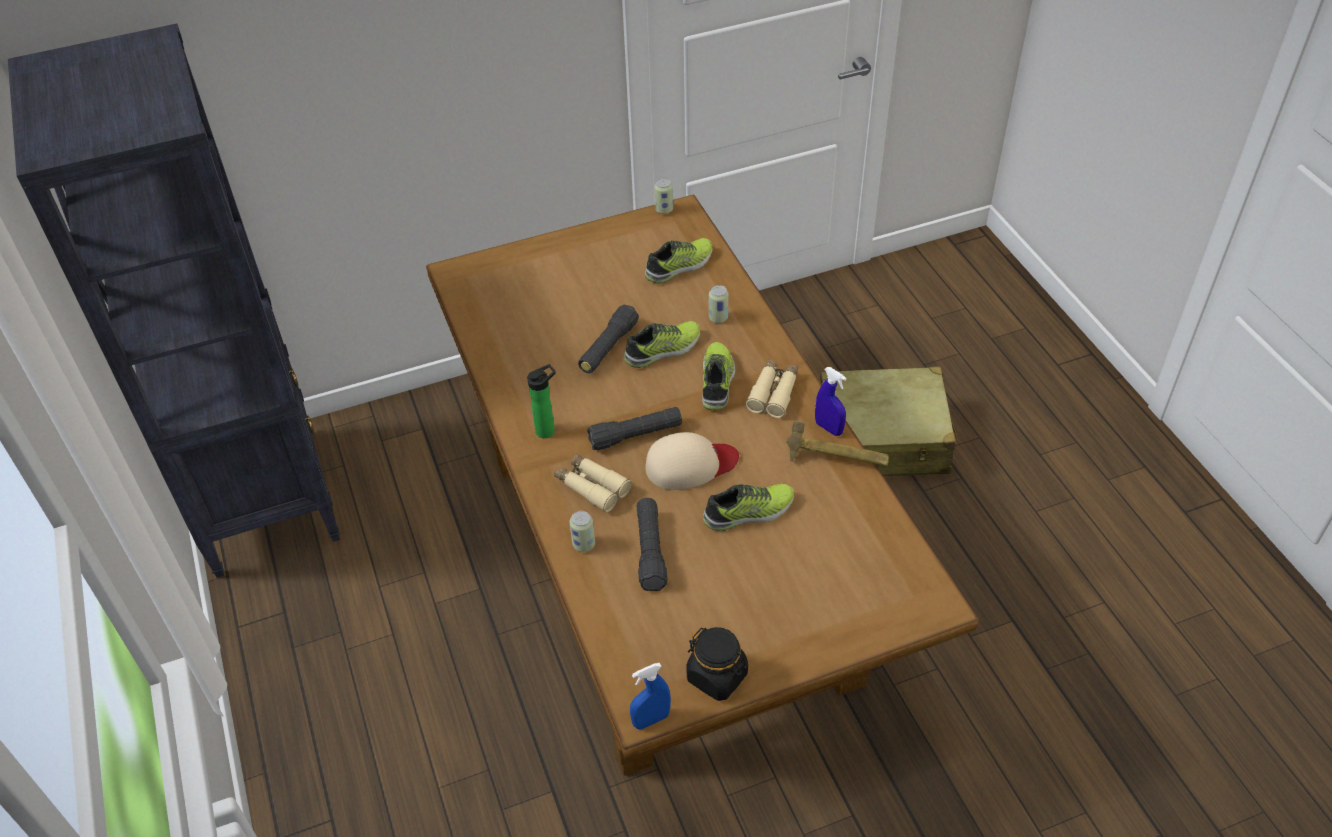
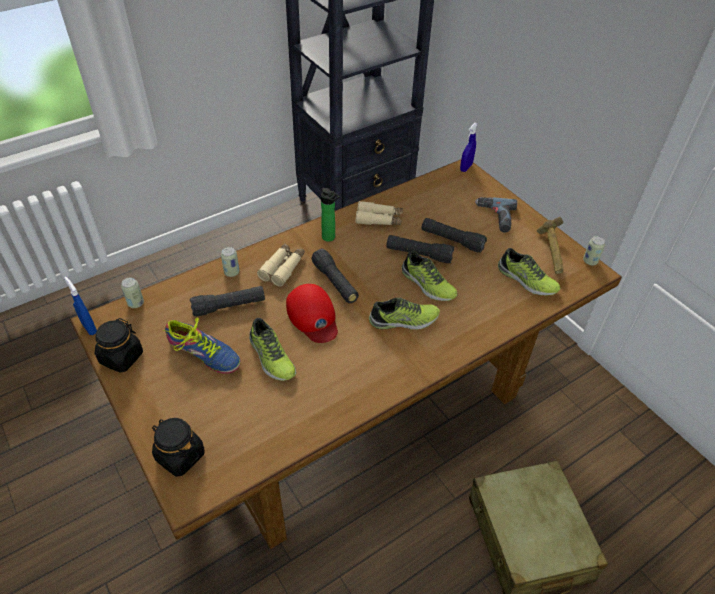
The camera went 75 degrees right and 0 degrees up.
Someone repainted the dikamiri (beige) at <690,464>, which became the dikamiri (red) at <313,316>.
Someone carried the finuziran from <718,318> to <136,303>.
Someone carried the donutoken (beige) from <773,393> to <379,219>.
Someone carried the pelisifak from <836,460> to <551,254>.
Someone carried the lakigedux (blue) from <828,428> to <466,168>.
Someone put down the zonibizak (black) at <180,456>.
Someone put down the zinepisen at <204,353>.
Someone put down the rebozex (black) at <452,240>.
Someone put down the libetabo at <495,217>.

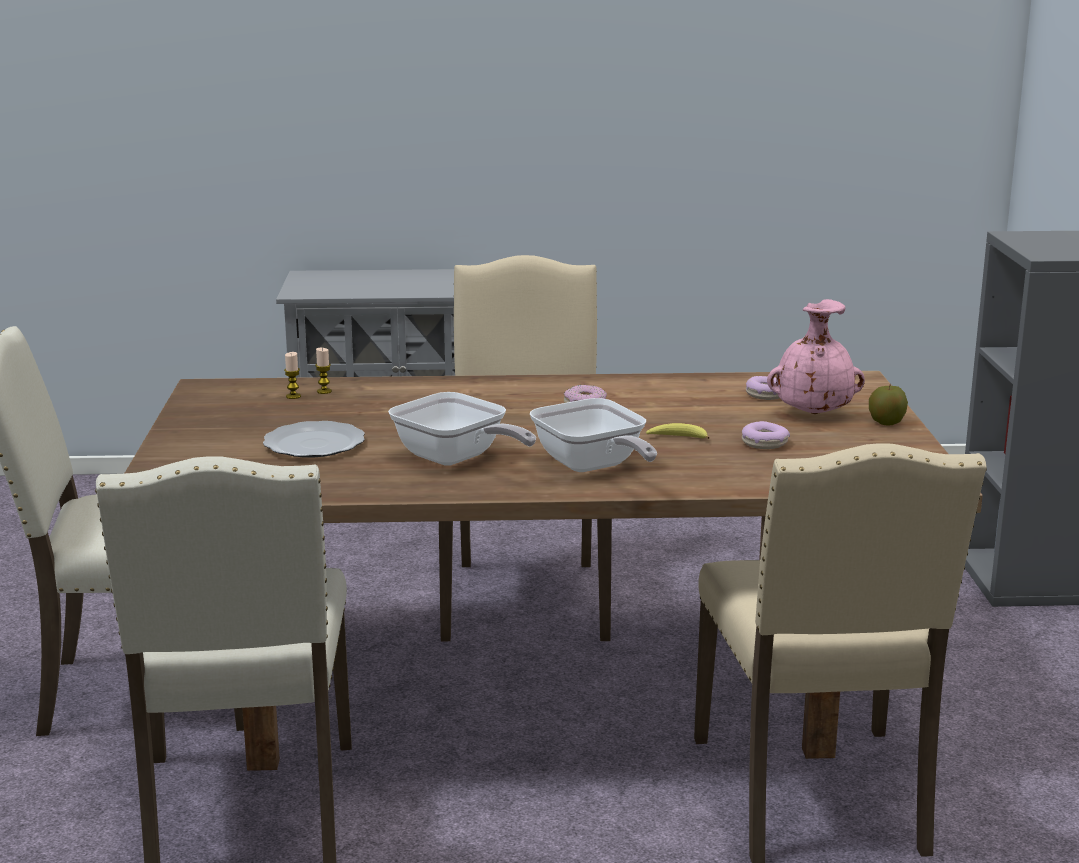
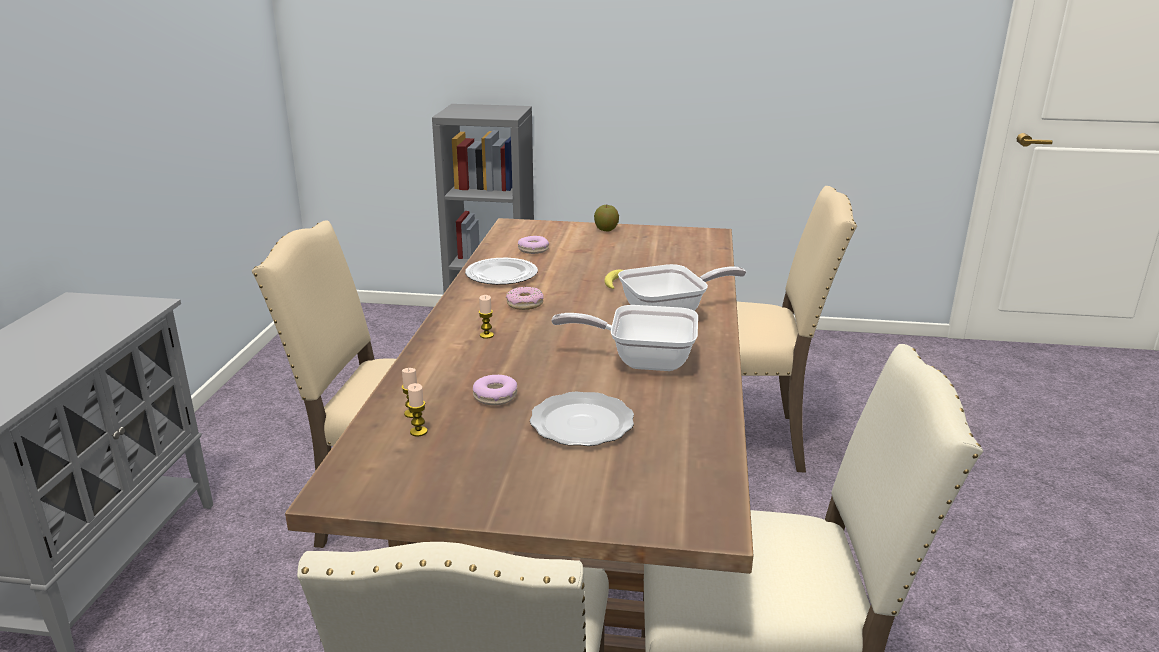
The camera went 80 degrees left and 5 degrees up.
Someone rotated the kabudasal at <456,459> by 135 degrees counterclockwise.
Someone carried the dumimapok from <764,443> to <495,396>.
Someone took away the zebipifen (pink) at <813,413>.
Someone put down the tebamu at <501,275>.
Someone put down the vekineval at <486,335>.

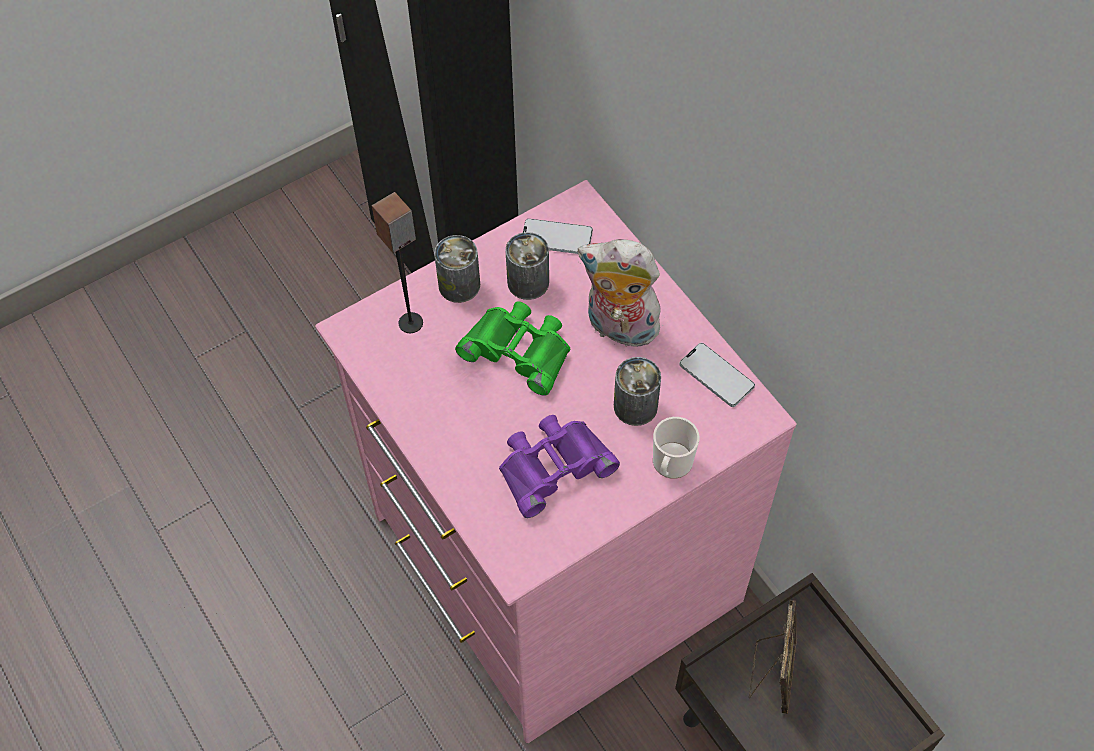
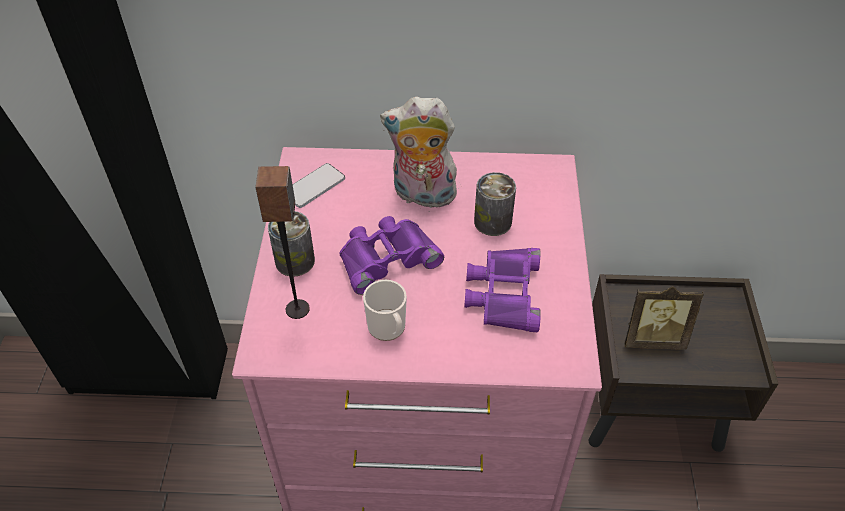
The camera went 55 degrees left and 10 degrees down.
Someone repainted the donutoken (green) at <519,349>, which became the donutoken (purple) at <386,258>.
Someone took away the finuziran at <528,282>.
Someone rotated the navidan at <619,328> by 45 degrees clockwise.
Someone carried the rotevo from <670,465> to <388,329>.
Someone took away the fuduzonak at <716,375>.
Someone rotated the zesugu at <771,673> by 135 degrees clockwise.

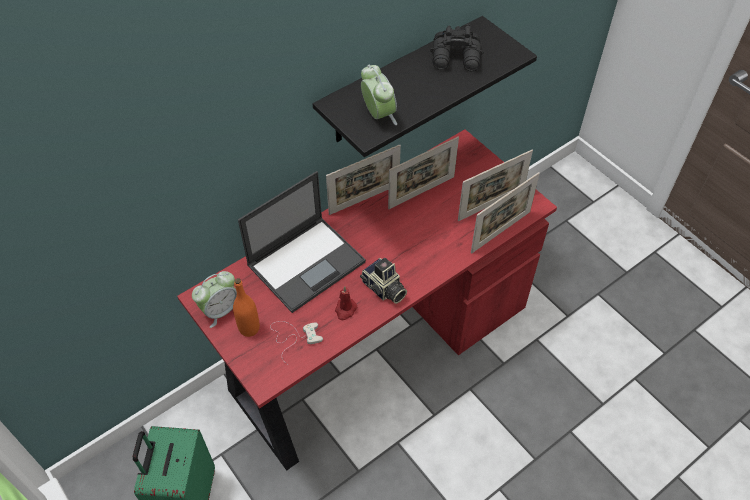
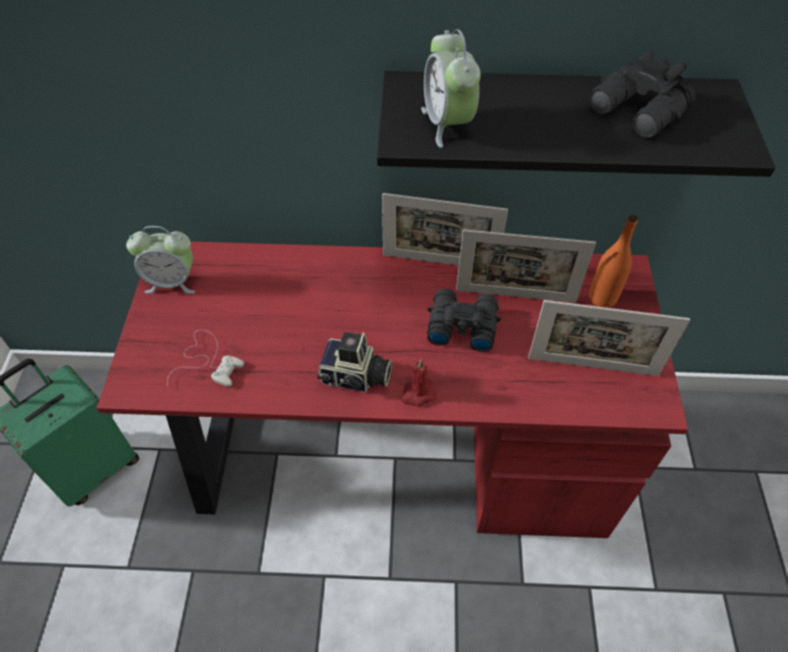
The camera went 40 degrees right and 0 degrees up.
Someone carried the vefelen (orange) from <249,328> to <602,298>.
Someone took away the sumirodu at <307,263>.
Someone carried the vekineval (red) from <345,310> to <418,393>.
Someone rotated the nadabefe at <383,289> by 75 degrees counterclockwise.
Someone rotated the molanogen at <378,115> by 150 degrees clockwise.
Someone took away the zesugu at <500,232>.
Someone put down the donutoken (black) at <460,325>.

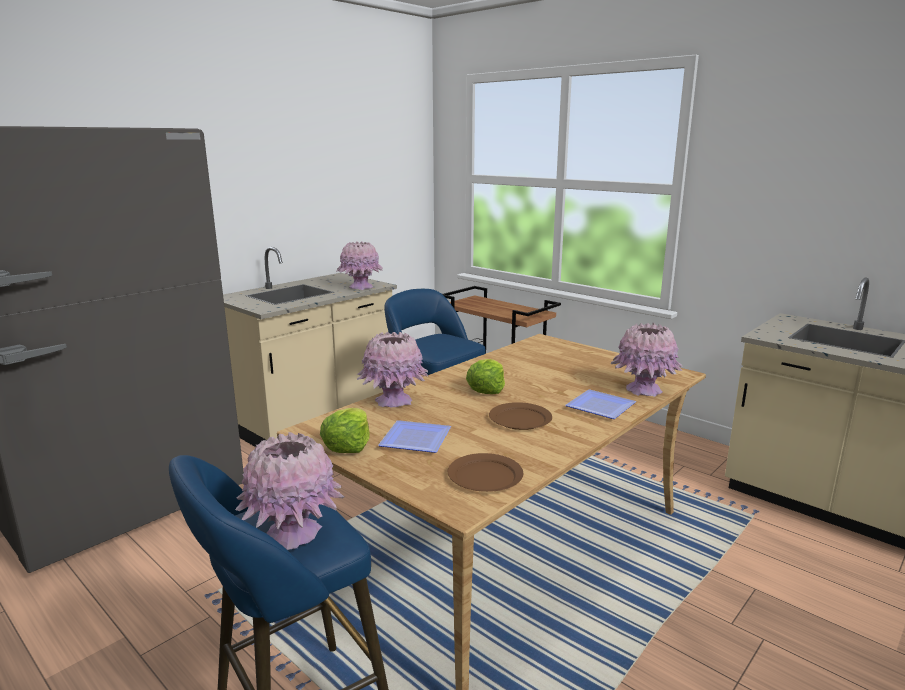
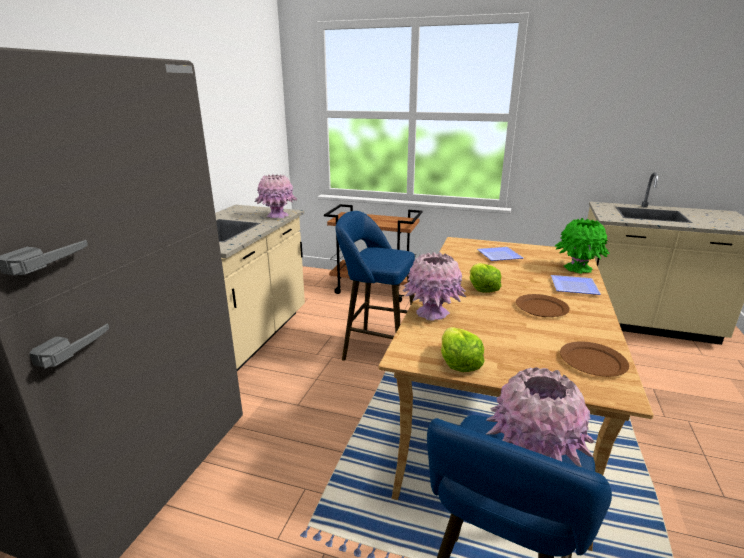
The camera went 25 degrees left and 5 degrees up.
Someone carried the tebamu from <418,439> to <500,255>.
Someone repainted the zebipifen (pink) at <643,390>, which became the zebipifen (green) at <577,268>.

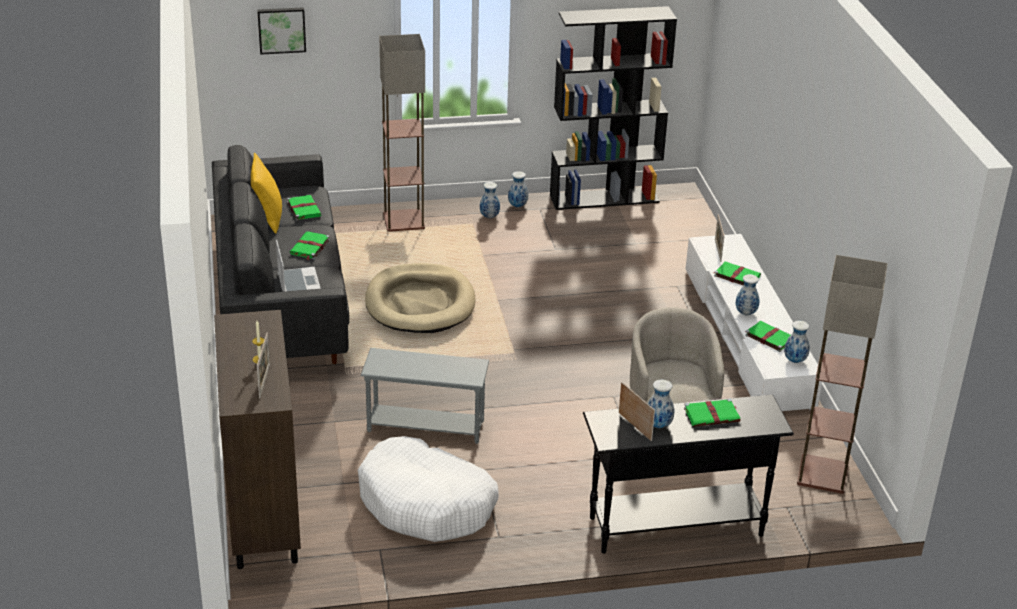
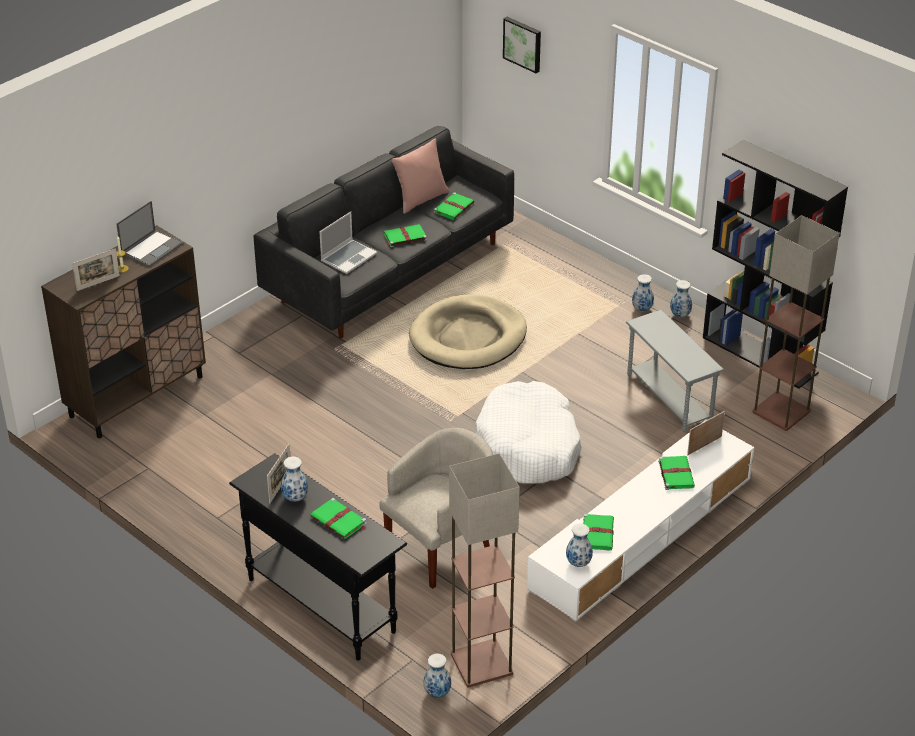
The camera went 55 degrees right and 5 degrees up.
Someone repainted the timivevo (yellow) at <268,218>, which became the timivevo (pink) at <420,199>.
Someone carried the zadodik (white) from <426,504> to <528,447>.
Someone carried the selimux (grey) from <425,426> to <669,398>.
Someone carried the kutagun from <403,221> to <780,412>.
Someone carried the zebipifen from <745,313> to <437,692>.
Someone put down the sumirodu at <152,248>.

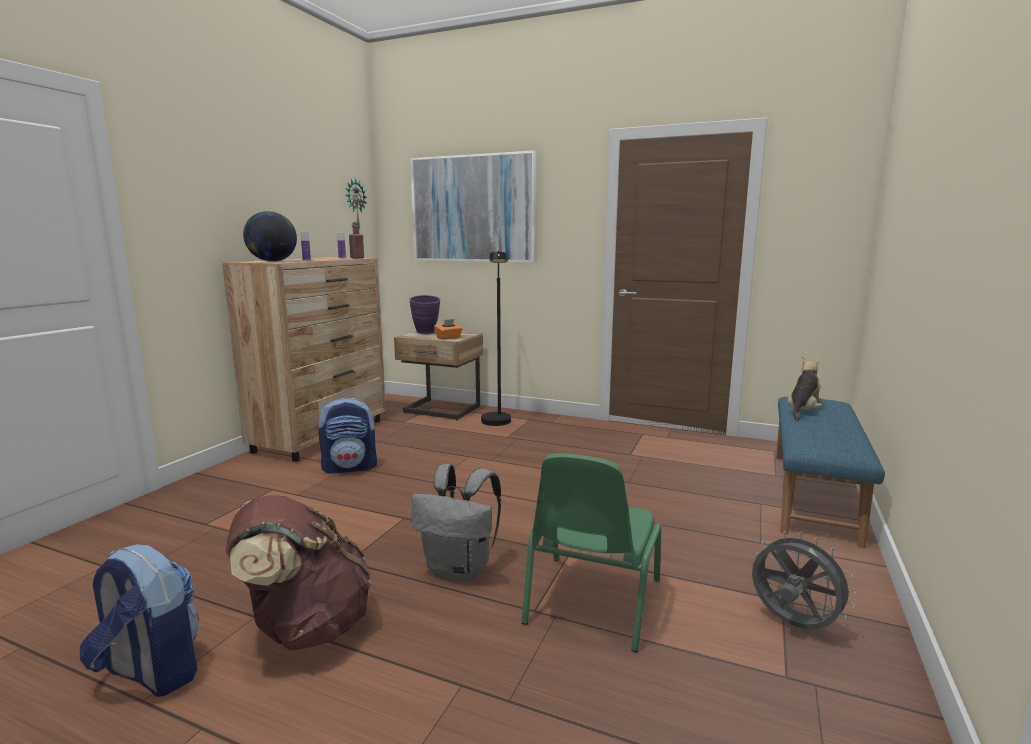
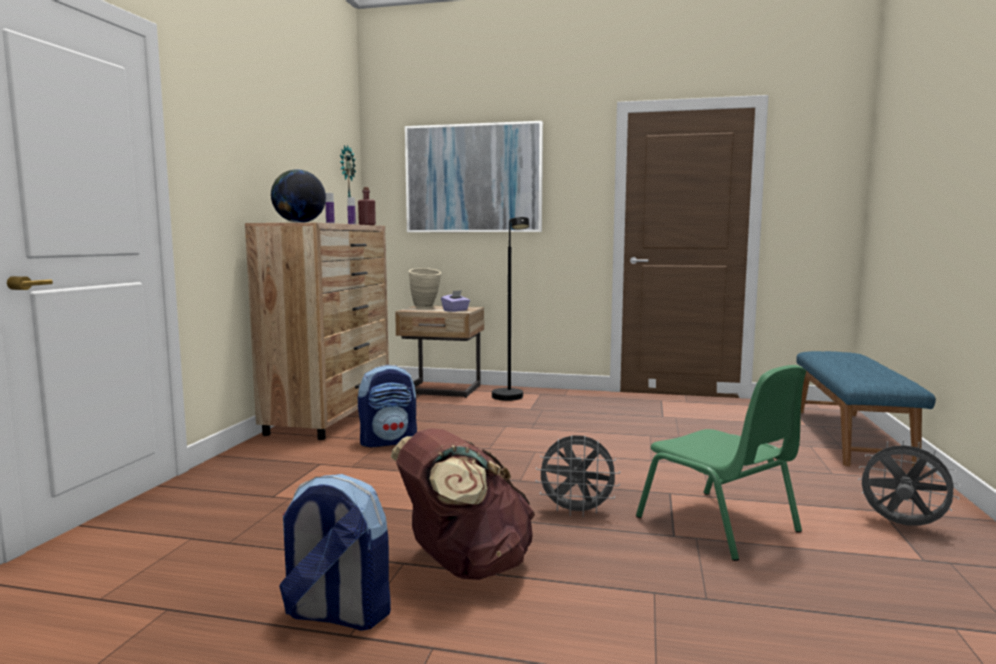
The camera went 10 degrees left and 5 degrees down.
Someone repainted the zebipifen (purple) at <426,333>, which became the zebipifen (beige) at <425,308>.
Someone swapped the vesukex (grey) at <460,569> for the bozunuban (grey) at <577,512>.
Someone repainted the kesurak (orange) at <448,338>, which became the kesurak (purple) at <455,310>.
Someone rotated the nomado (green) at <591,601> by 45 degrees counterclockwise.
Someone took away the navidan at <802,412>.

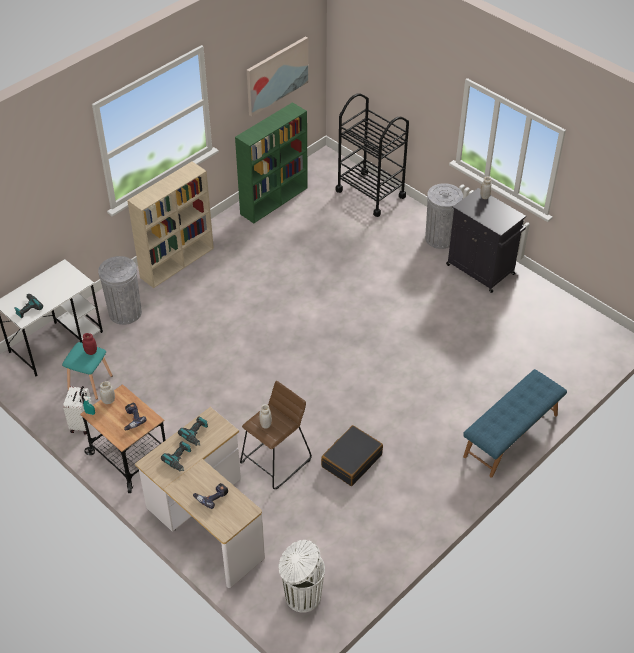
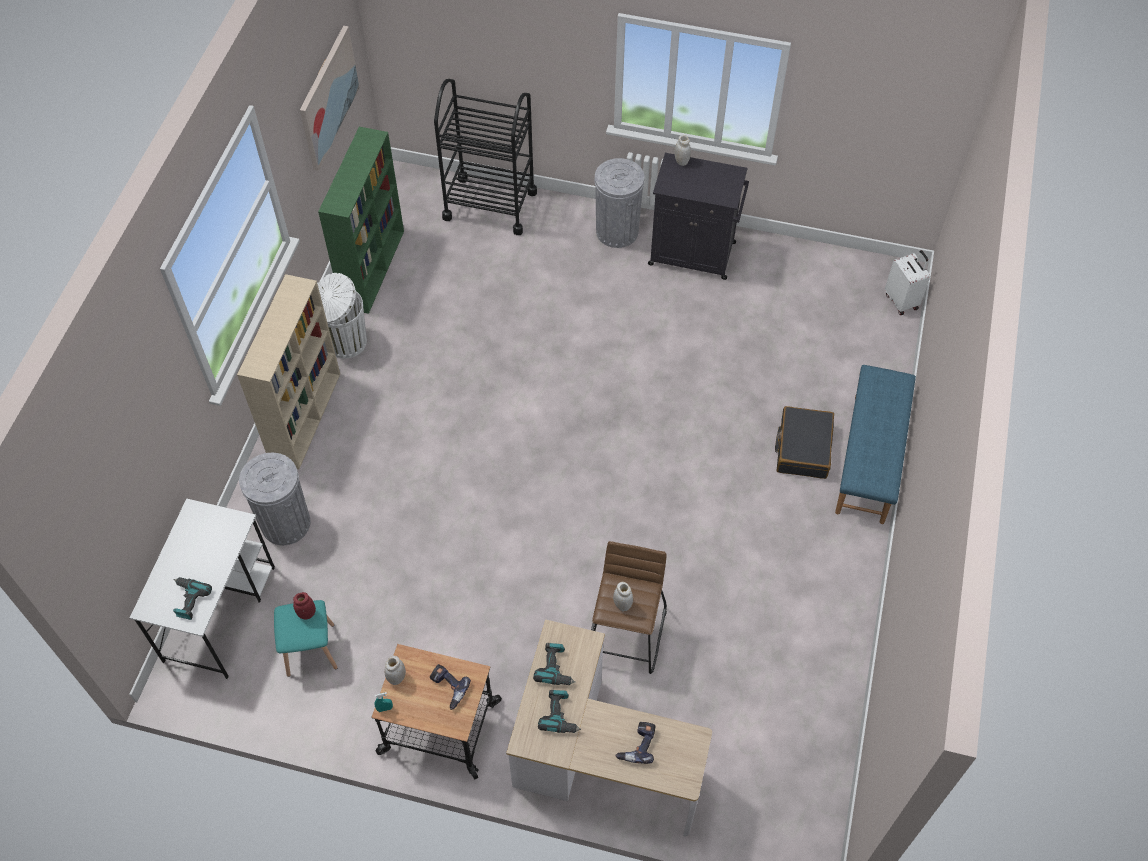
The camera went 30 degrees left and 10 degrees up.
Someone carried the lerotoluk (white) from <83,424> to <902,301>.
Someone carried the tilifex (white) from <301,596> to <345,343>.
Someone carried the lerotoluk (black) from <351,460> to <803,448>.

